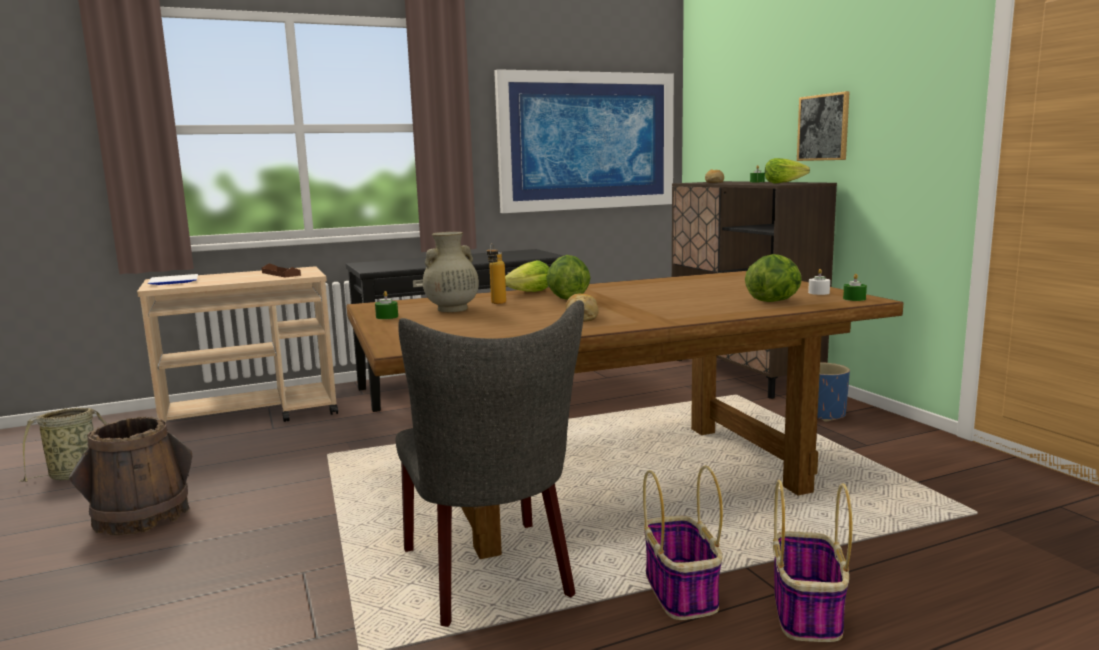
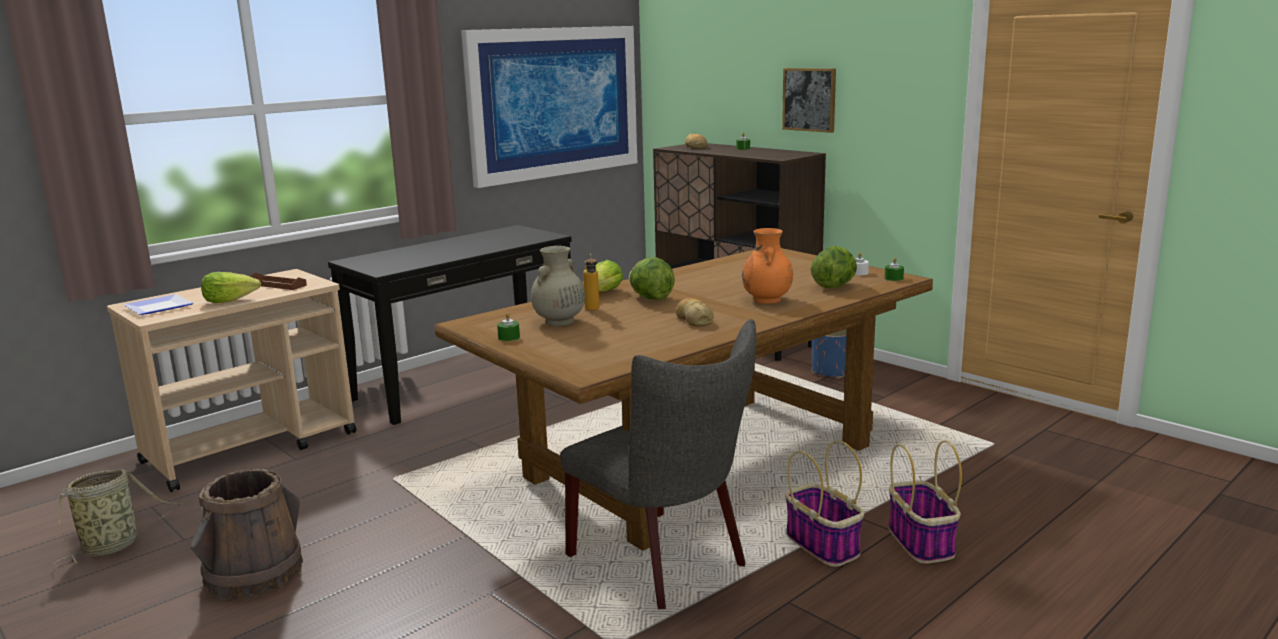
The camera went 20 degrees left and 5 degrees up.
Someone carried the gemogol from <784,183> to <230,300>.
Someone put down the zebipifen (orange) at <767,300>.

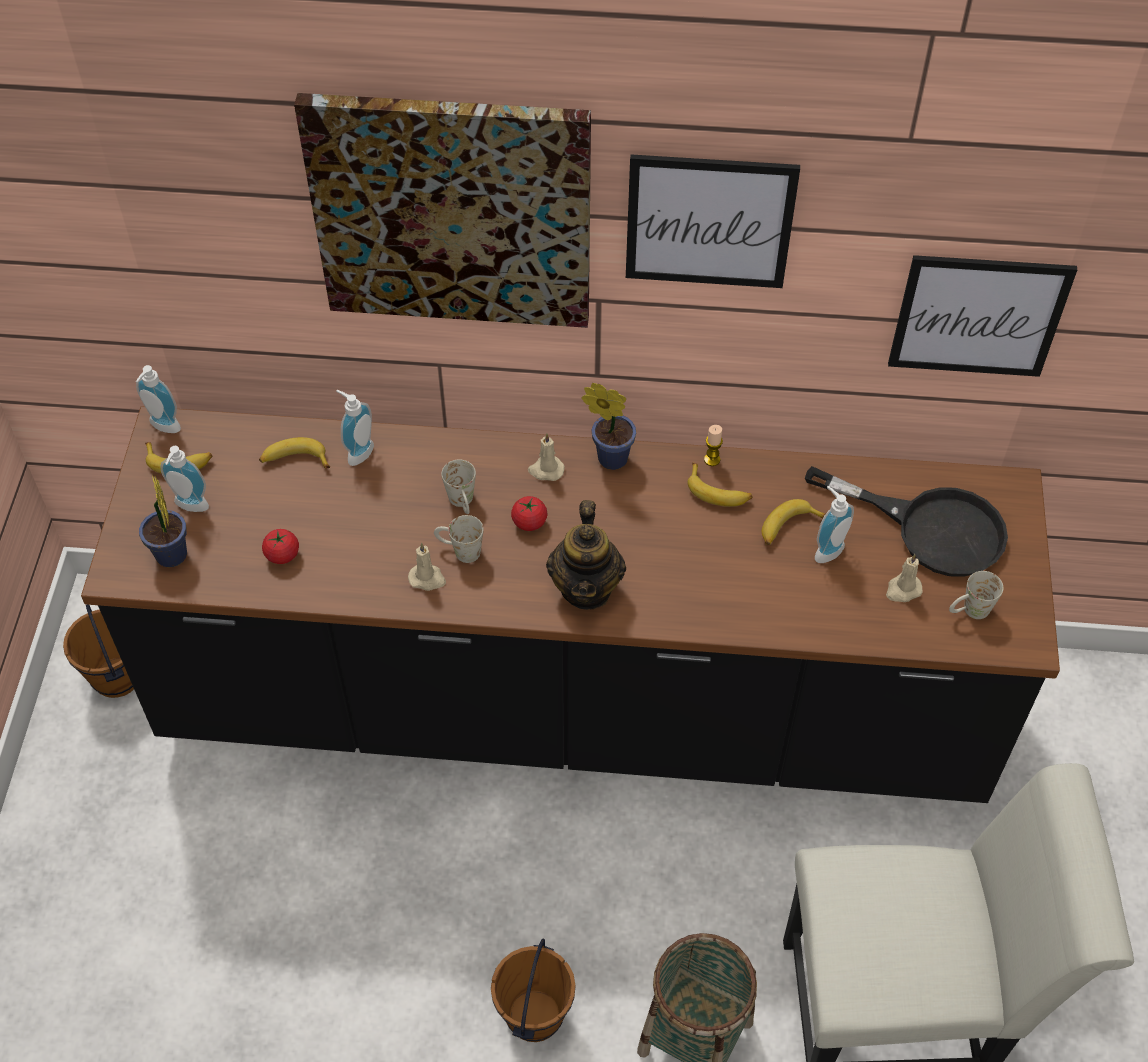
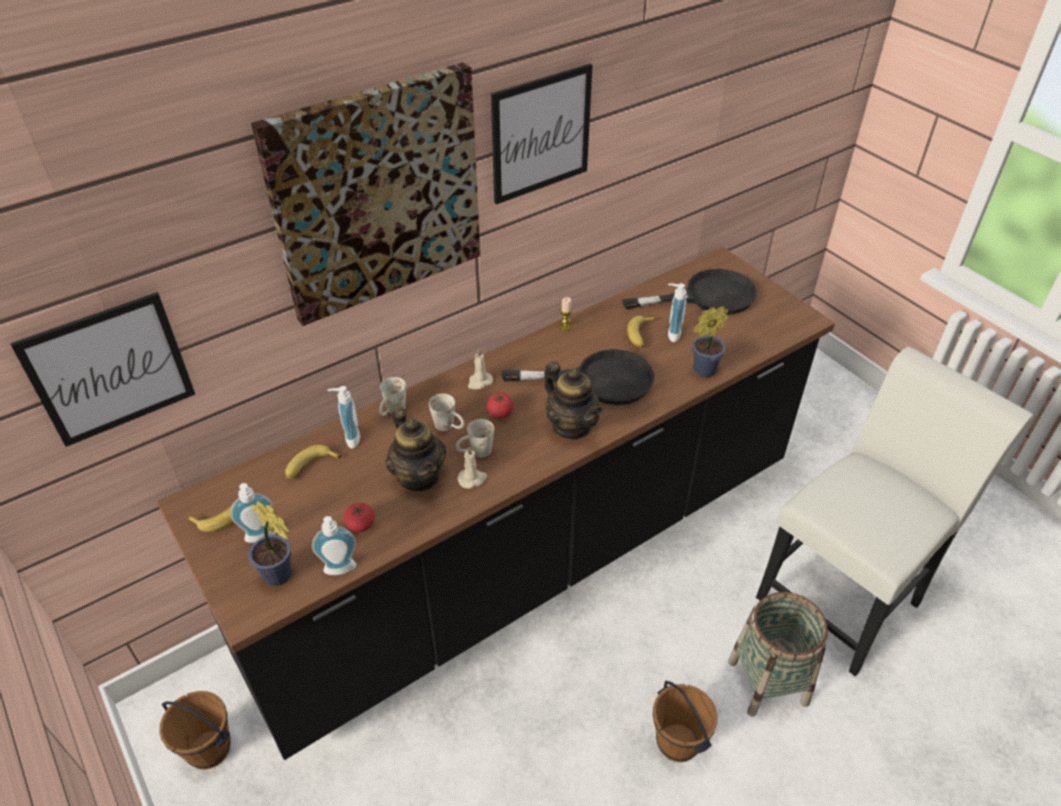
The camera went 40 degrees left and 10 degrees down.
Someone carried the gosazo from <162,428> to <340,571>.
Someone carried the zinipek from <608,457> to <701,371>.
Someone took away the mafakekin at <718,492>.
Someone took away the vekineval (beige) at <902,590>.
Someone carried the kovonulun from <978,316> to <109,369>.
Someone carried the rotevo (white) from <969,612> to <392,411>.
Someone put down the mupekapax at <419,476>.
Someone put down the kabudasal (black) at <599,380>.

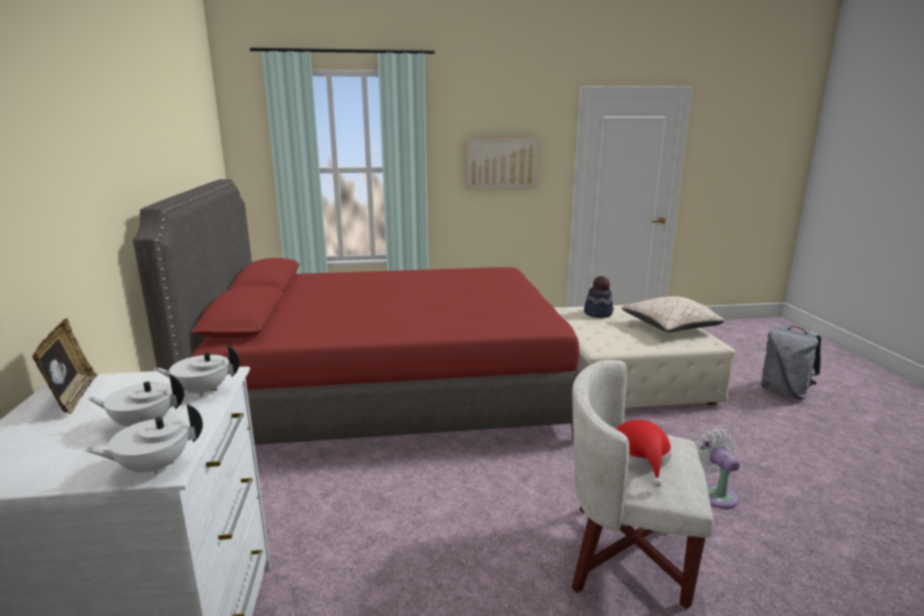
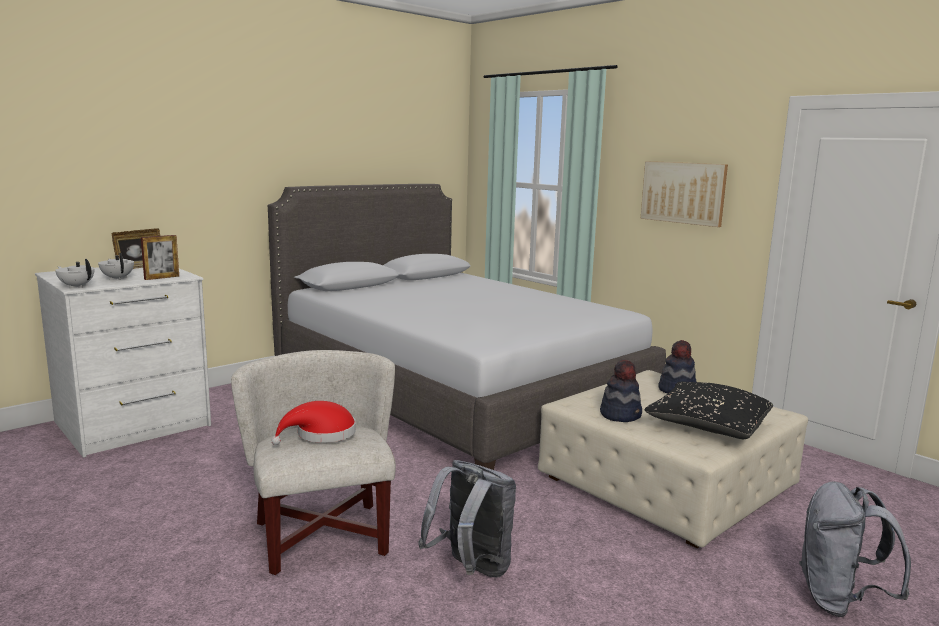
The camera went 55 degrees right and 5 degrees down.
Someone repainted the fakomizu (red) at <390,393>, which became the fakomizu (grey) at <455,395>.
Someone swapped the mupekapax (white) at <202,391> for the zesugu at <162,277>.
Someone repainted the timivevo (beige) at <669,327>, which became the timivevo (black) at <707,427>.
Someone swapped the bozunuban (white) at <715,494> for the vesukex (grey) at <471,570>.
Someone put down the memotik at <621,415>.

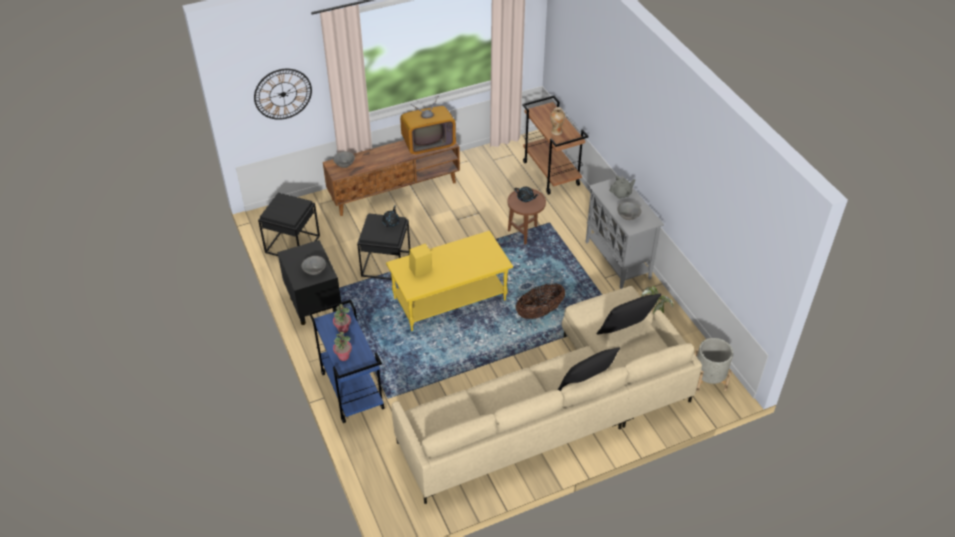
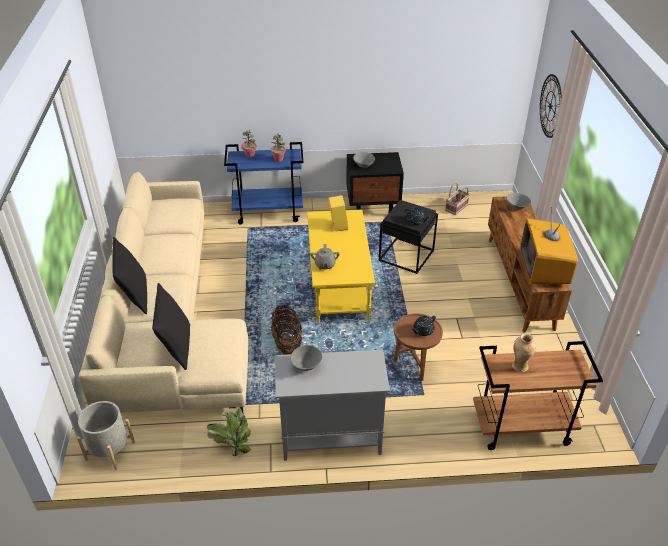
The camera went 110 degrees right and 5 degrees down.
Someone swapped the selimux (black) at <293,244> for the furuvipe at <456,208>.
Someone carried the mupekapax (grey) from <621,194> to <325,265>.

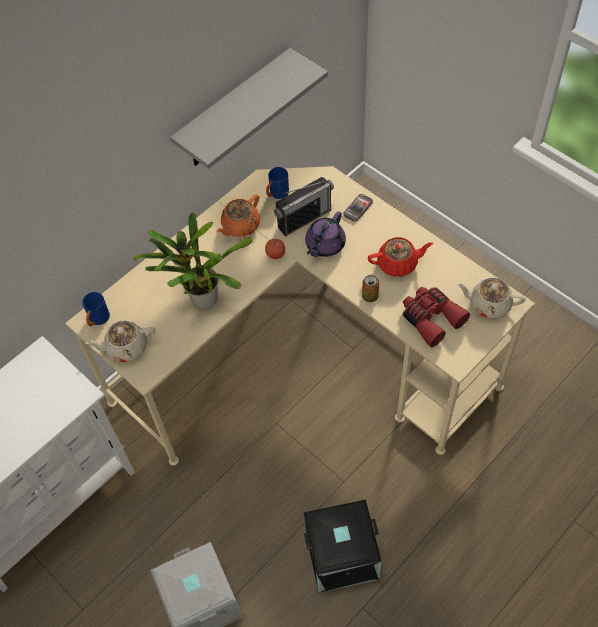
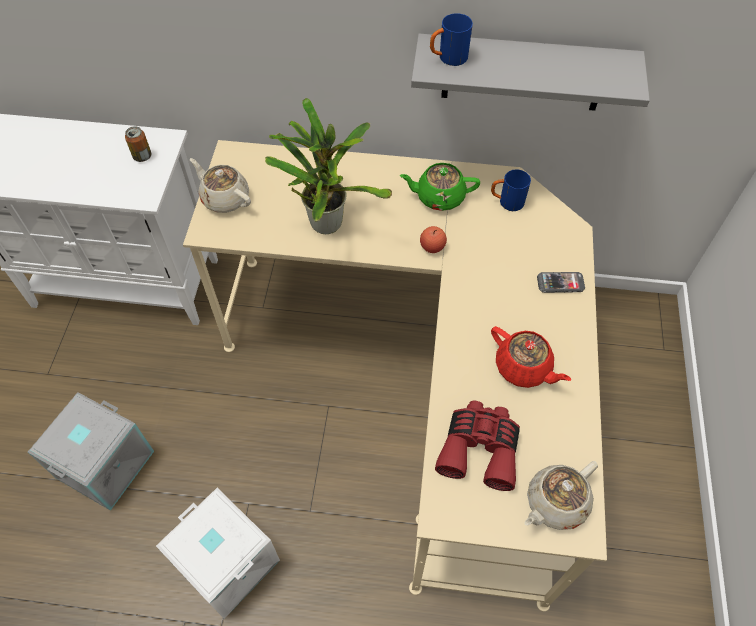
The camera went 50 degrees right and 0 degrees up.
Someone carried the rotevo (blue) from <98,320> to <448,58>.
Someone repainted the mupekapax (orange) at <240,226>, which became the mupekapax (green) at <439,197>.
Someone took away the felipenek at <304,219>.
Someone repainted the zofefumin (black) at <341,557>, which became the zofefumin (white) at <225,564>.
Someone took away the mupekapax (purple) at <324,245>.
Someone carried the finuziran from <370,296> to <142,156>.
Someone rotated the mupekapax (beige) at <488,304> by 105 degrees counterclockwise.

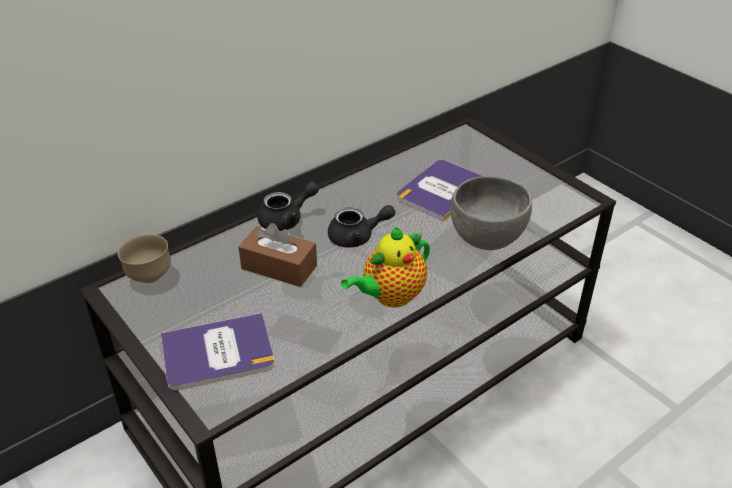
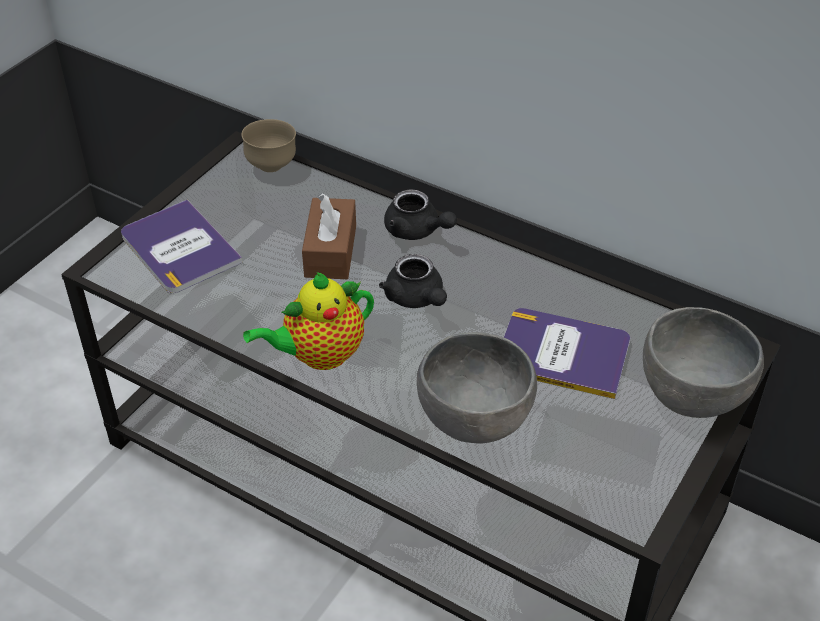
The camera went 70 degrees right and 5 degrees up.
Someone rotated the mupekapax at <390,297> by 60 degrees counterclockwise.
Someone put down the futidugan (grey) at <690,397>.

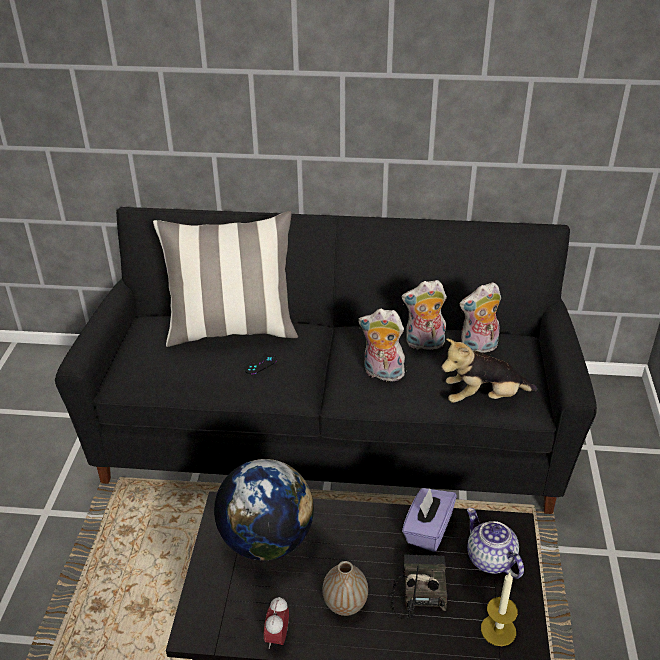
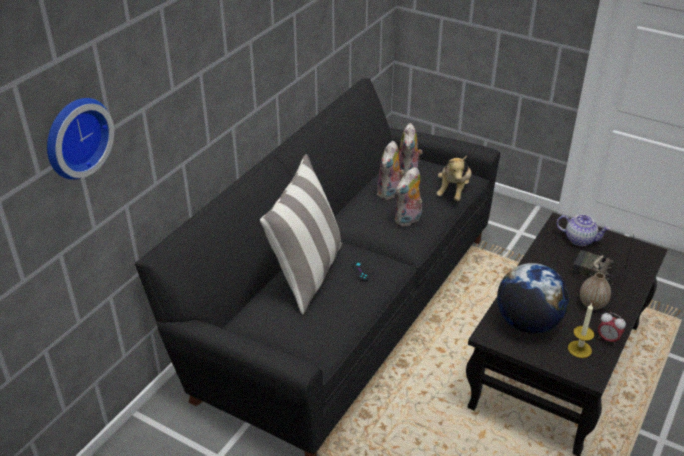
The camera went 65 degrees left and 0 degrees up.
Someone took away the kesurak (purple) at <427,530>.
Someone rotated the mupekapax at <489,559> by 150 degrees counterclockwise.
Someone carried the vekineval from <498,630> to <579,349>.
Someone put up the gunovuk at <75,136>.

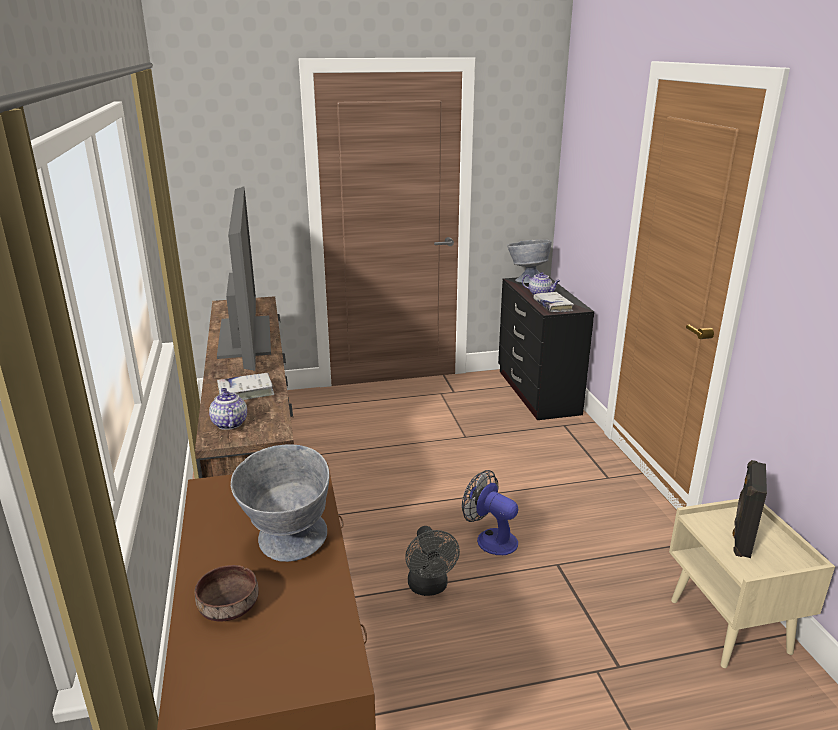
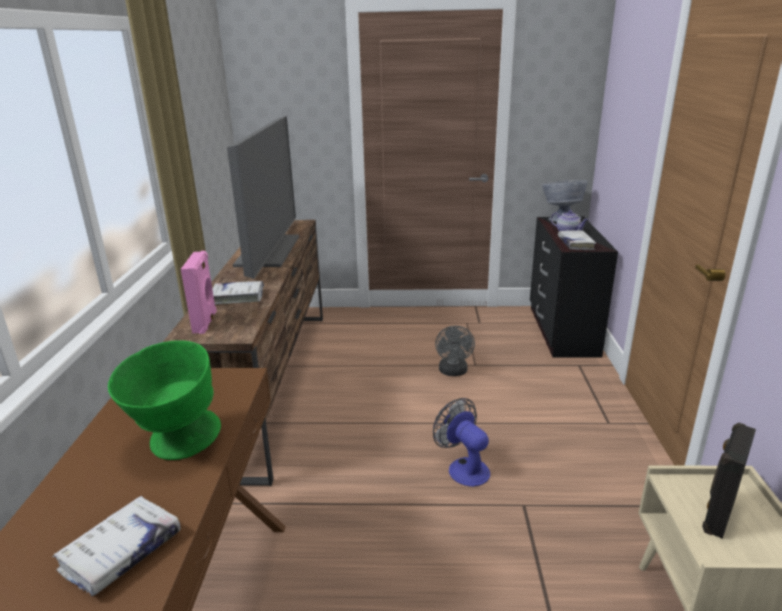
The camera went 15 degrees right and 0 degrees up.
Someone took away the futidugan (brown) at <227,607>.
Someone swapped the mupekapax at <229,423> for the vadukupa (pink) at <206,322>.
Someone repainted the futidugan (grey) at <287,548>, which became the futidugan (green) at <175,446>.
Someone carried the bozunuban (grey) from <429,587> to <453,372>.
Someone put down the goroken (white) at <121,552>.

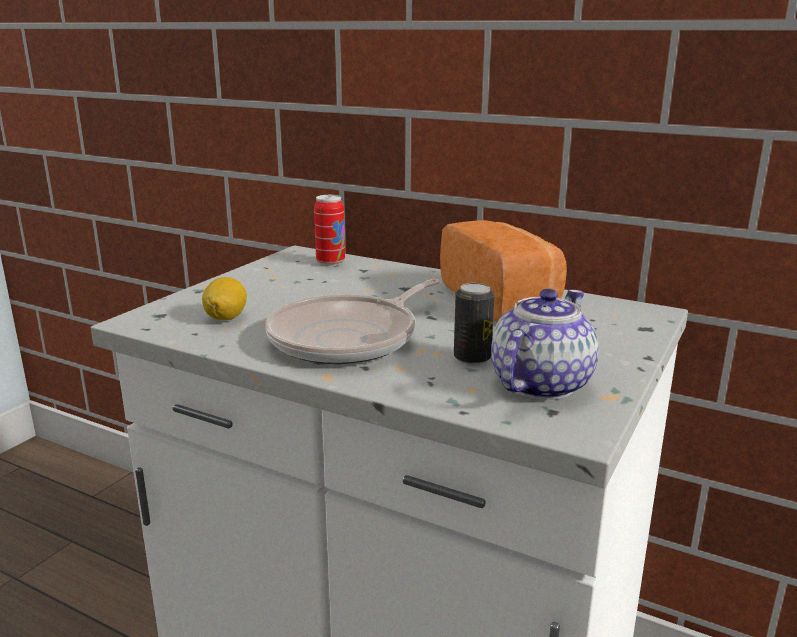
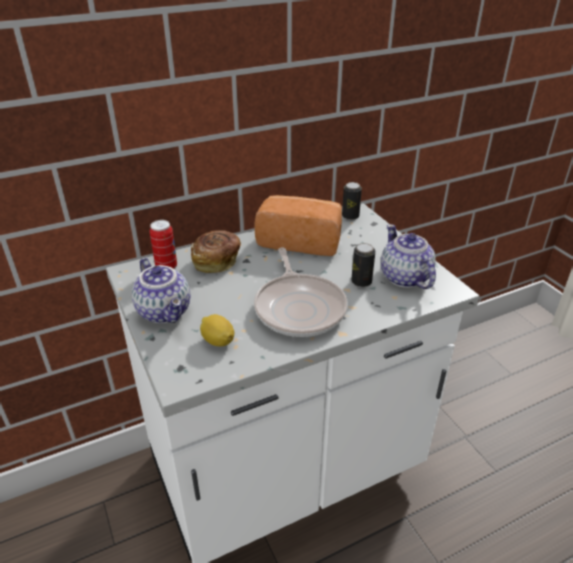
The camera went 55 degrees left and 15 degrees up.
Someone put down the mupekapax at <165,311>.
Someone put down the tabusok at <216,261>.
Someone put down the finuziran at <350,216>.

